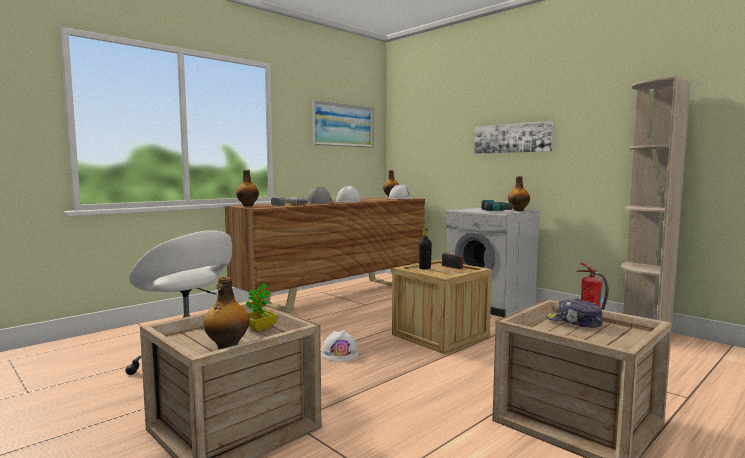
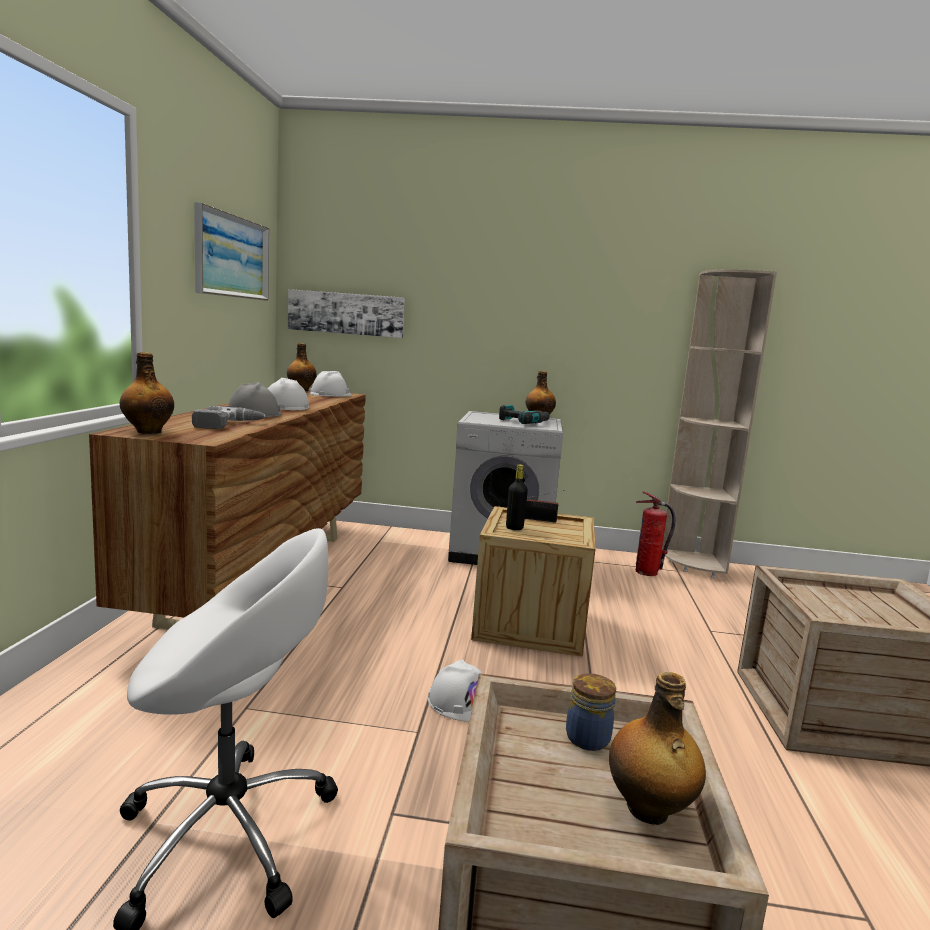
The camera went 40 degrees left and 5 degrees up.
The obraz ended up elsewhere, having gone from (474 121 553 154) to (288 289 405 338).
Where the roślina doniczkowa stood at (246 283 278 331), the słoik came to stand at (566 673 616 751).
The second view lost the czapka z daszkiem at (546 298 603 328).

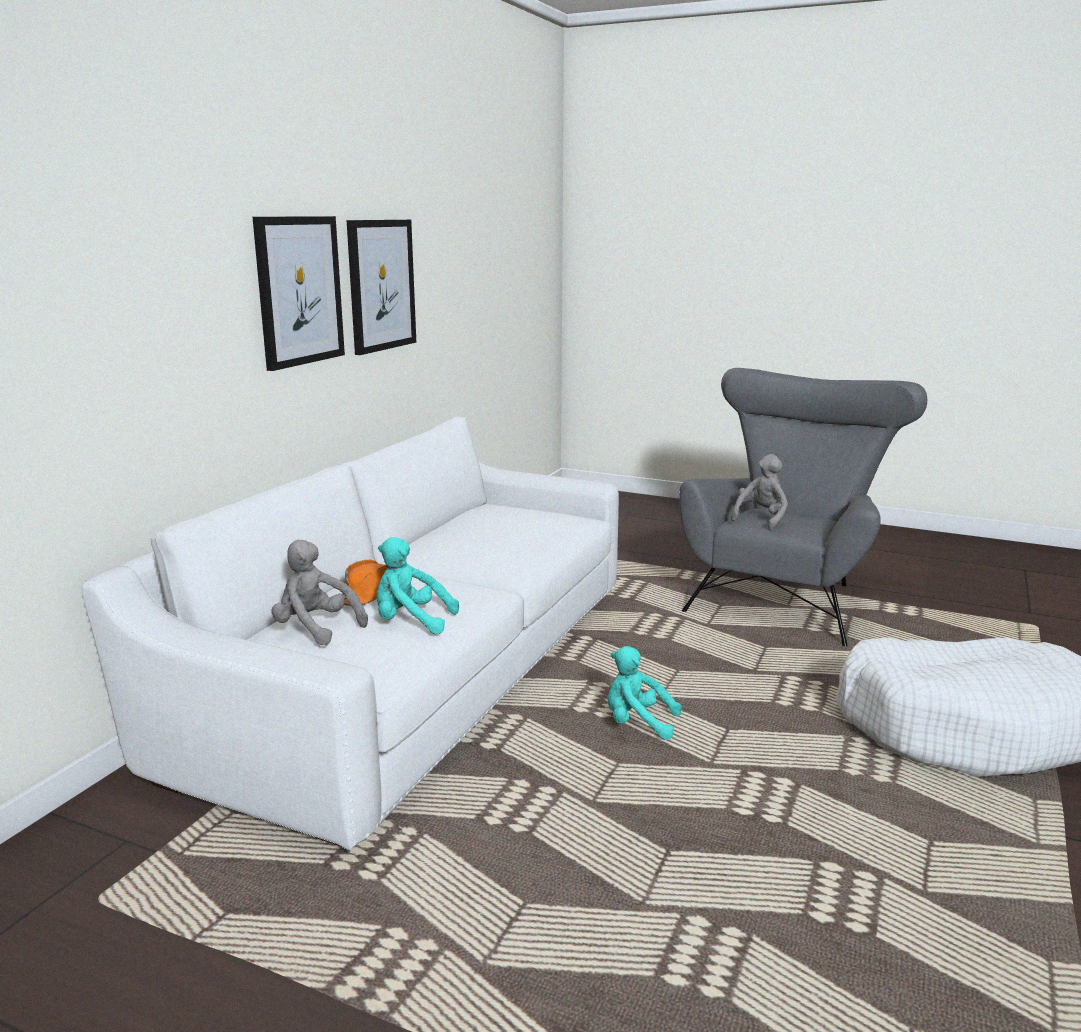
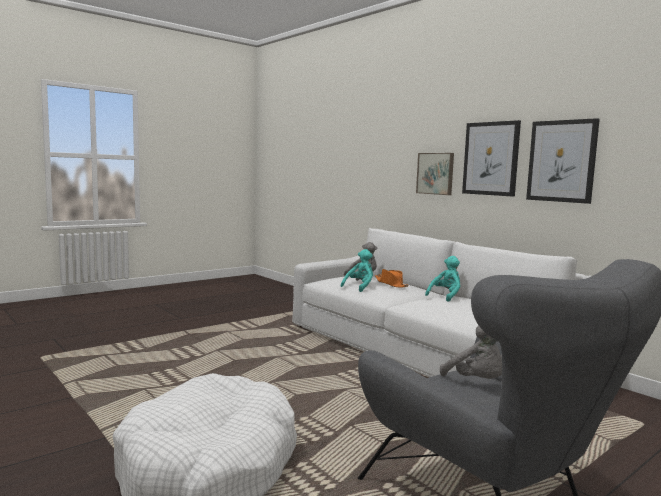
The camera went 115 degrees right and 10 degrees down.
The second view gained the obraz at (416 153 454 195).
The pluszak/turkusowy ended up elsewhere, having gone from (607 646 681 740) to (425 256 460 302).

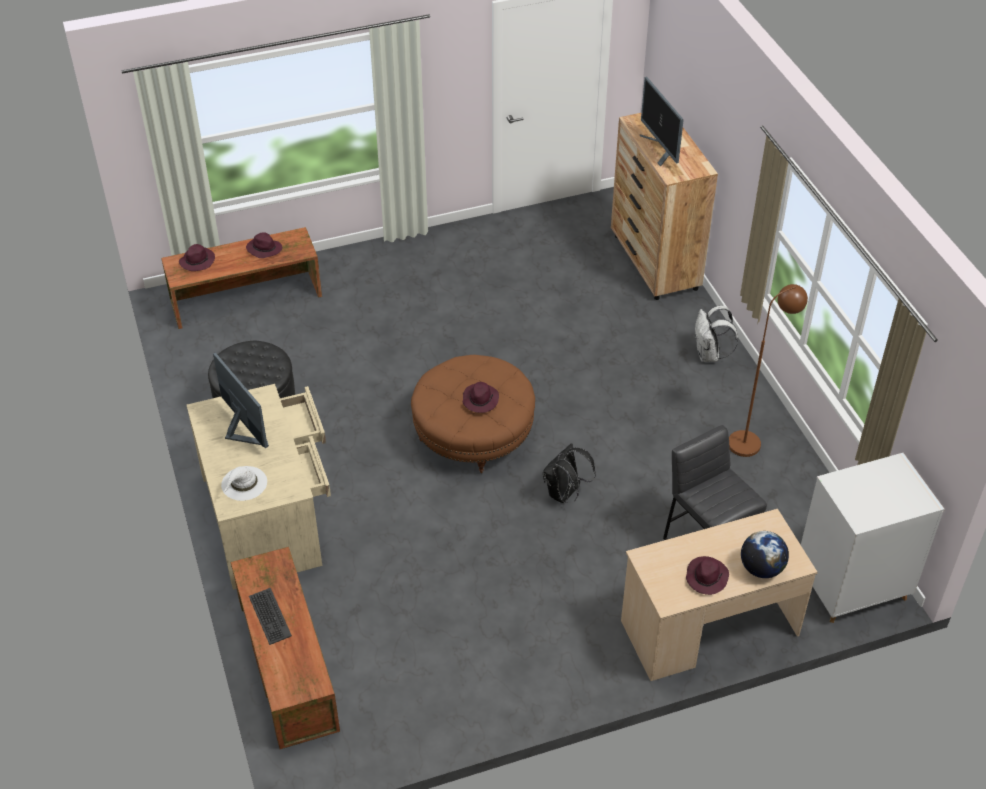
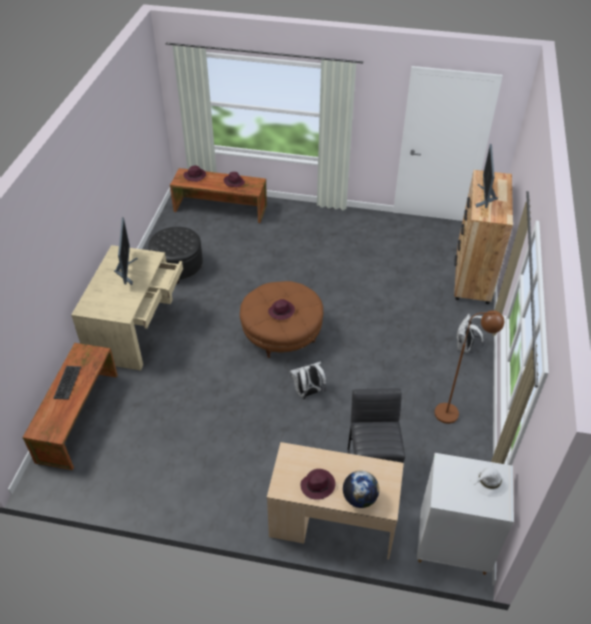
The camera went 30 degrees right and 0 degrees up.
What was the plecak/czarny at (543 443 596 503) turned into the plecak/biały at (290 361 326 399).
The kapelusz/biały ended up elsewhere, having gone from (221 466 267 501) to (470 464 509 497).

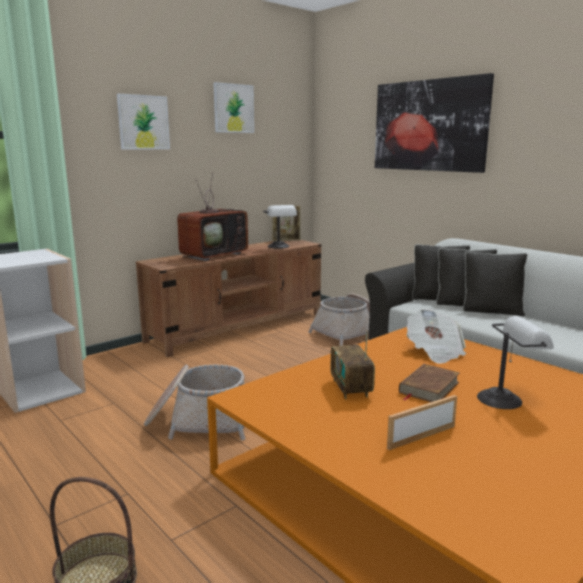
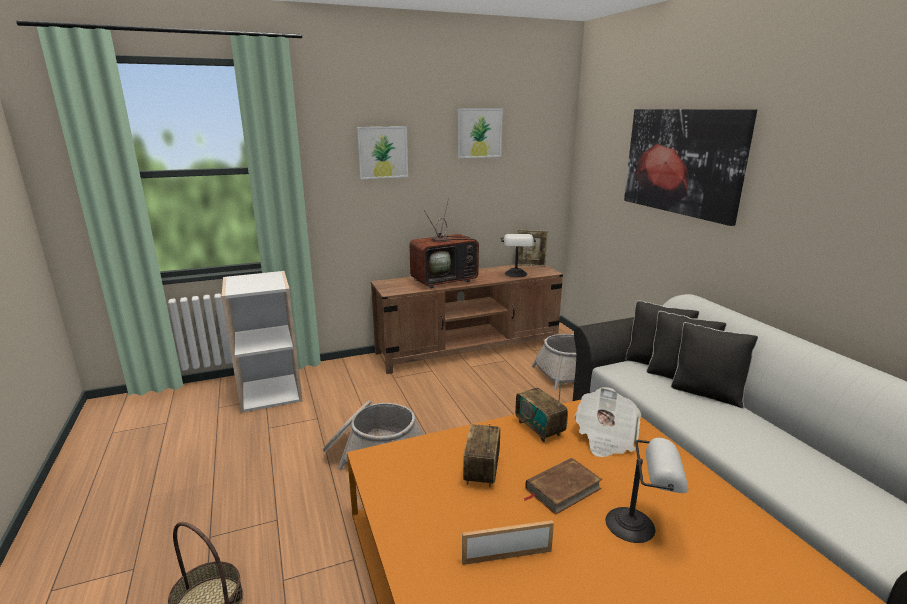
The camera went 20 degrees right and 5 degrees up.
The second view gained the radio at (515 380 568 442).

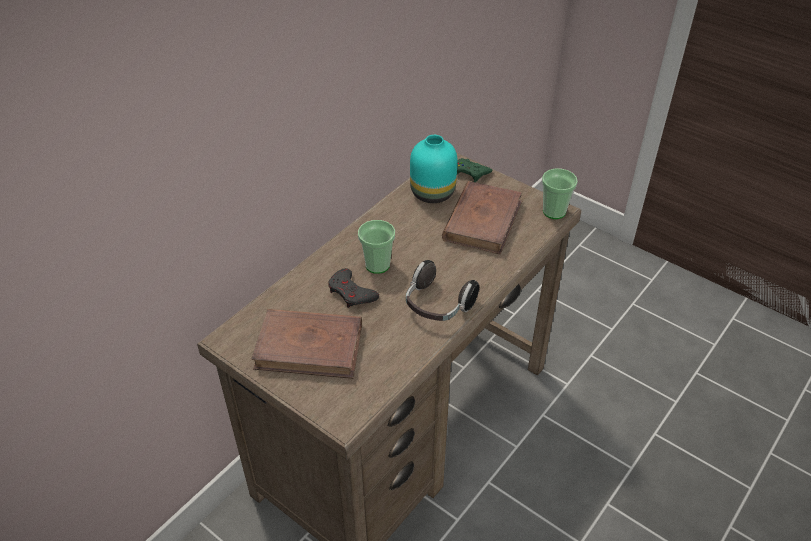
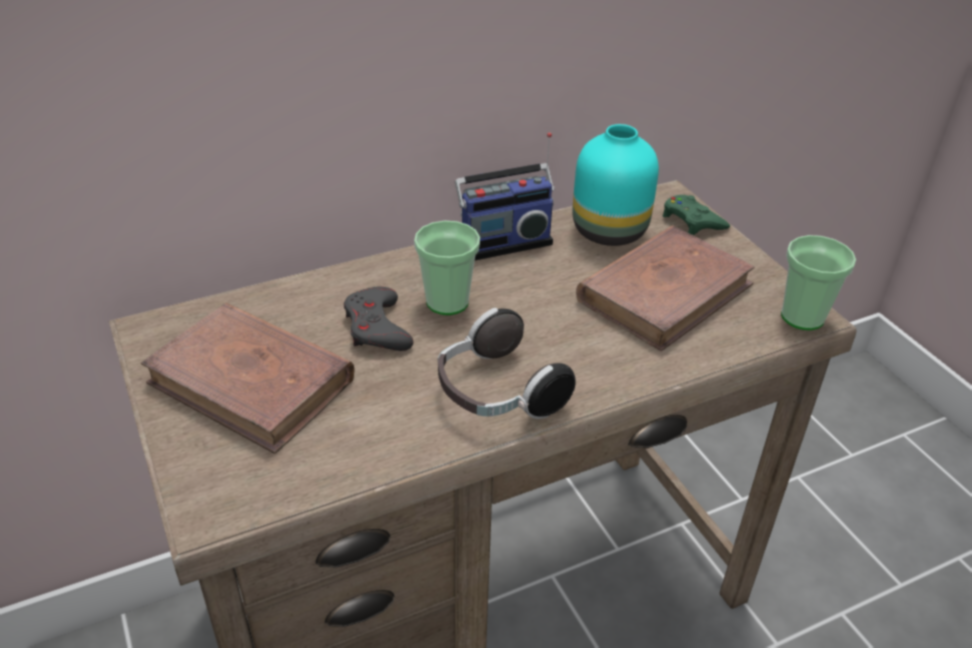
The camera went 25 degrees right and 5 degrees down.
The second view gained the radio at (455 132 555 260).

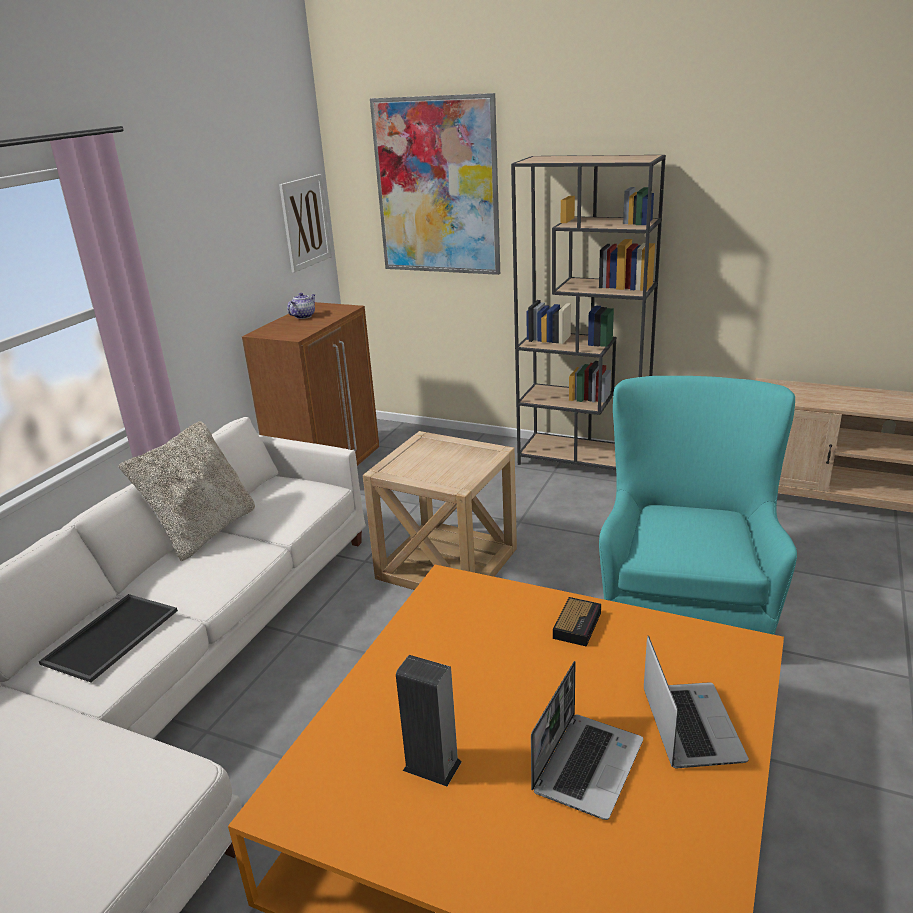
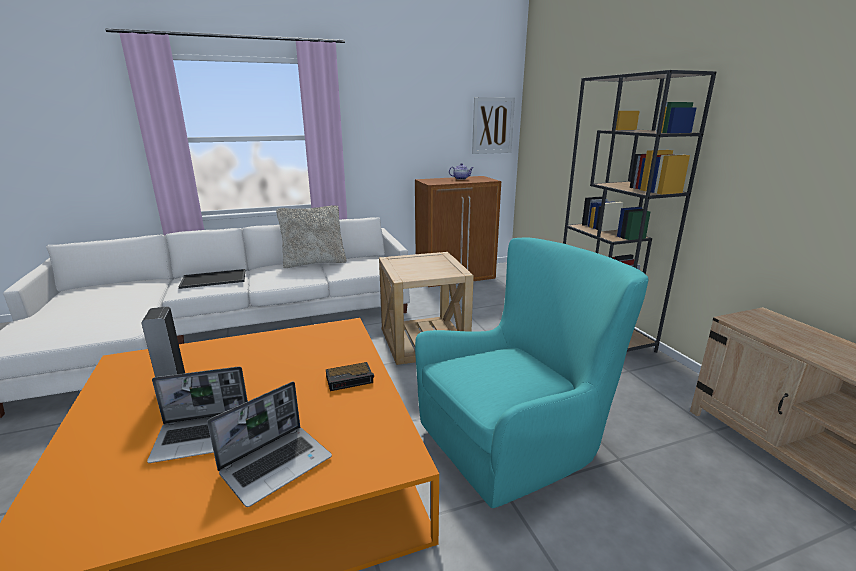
The camera went 45 degrees right and 5 degrees down.
The second view lost the obraz at (370 93 500 275).

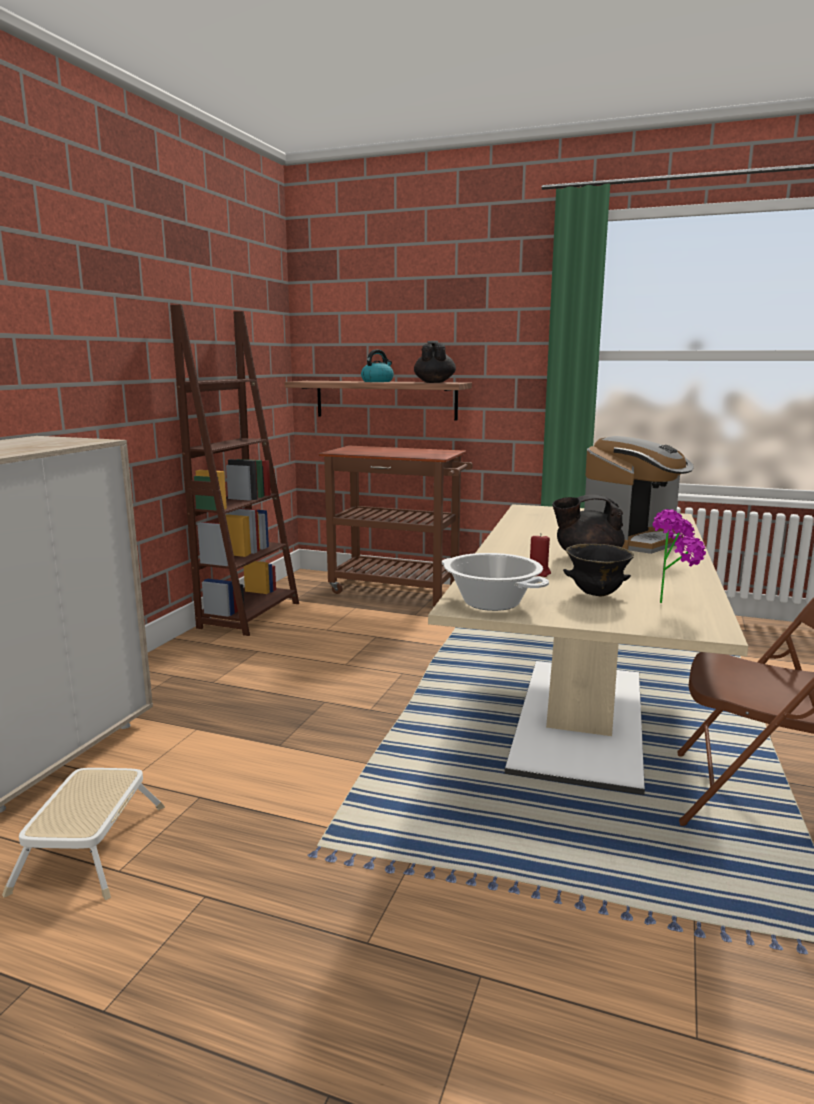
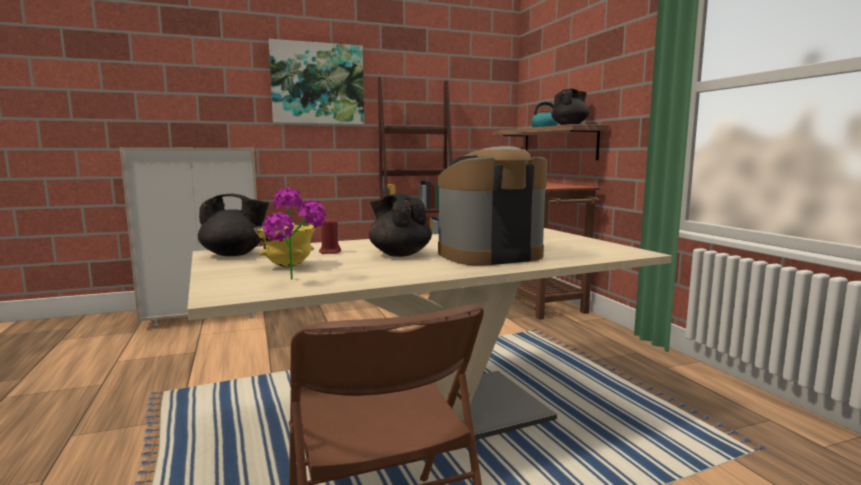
The camera went 50 degrees right and 5 degrees down.
Where the garnek stood at (442 553 549 611), the imbryk/czarny came to stand at (198 194 269 256).
What was the miska/czarny at (563 544 634 596) turned into the miska/żółty at (254 223 317 267).
The second view gained the obraz at (269 39 364 124).
The ekspres do kawy at (584 436 694 554) ended up facing another way, 150 degrees clockwise from before.
The second view lost the drabinka/beżowy at (2 768 165 900).

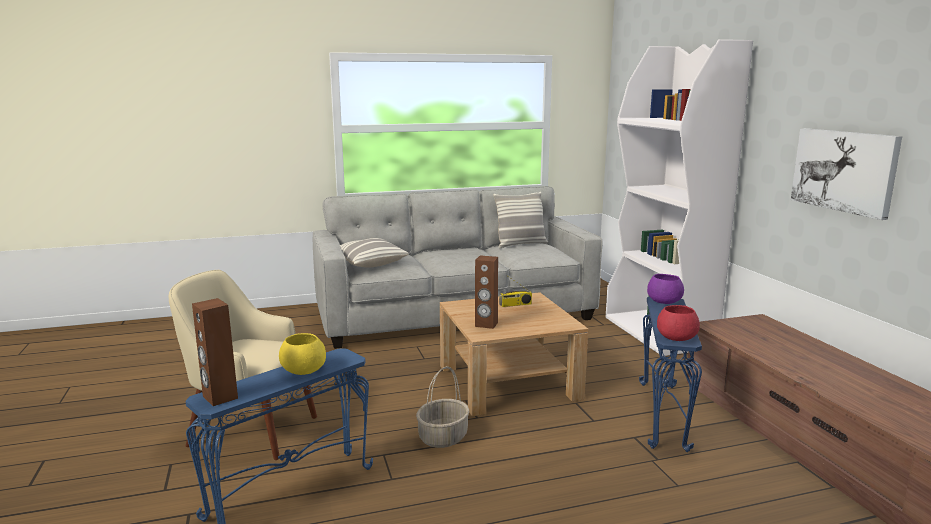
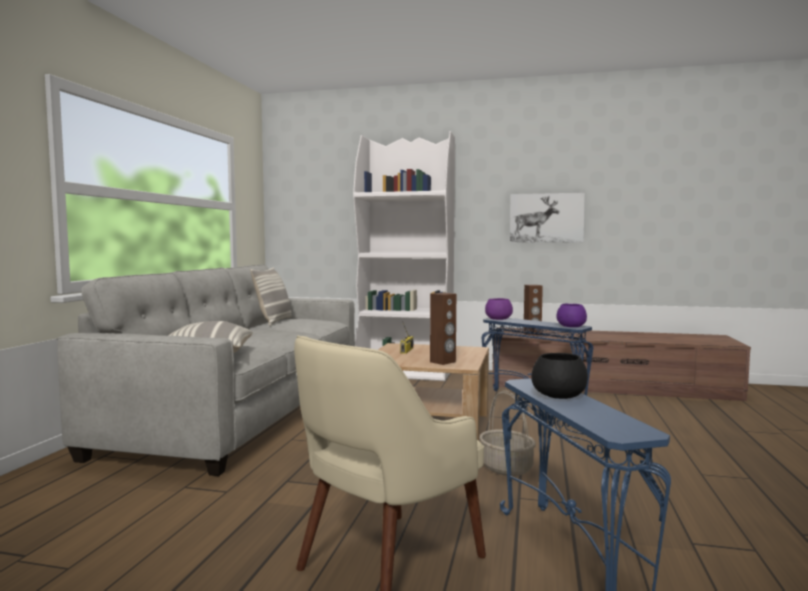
The camera went 60 degrees left and 10 degrees down.
The głośnik/brązowy ended up elsewhere, having gone from (192 298 238 406) to (523 285 543 336).
What was the miska/żółty at (279 333 326 375) turned into the miska/czarny at (531 353 588 399).
What was the miska/czerwony at (657 305 700 341) turned into the miska/fioletowy at (557 303 587 327).

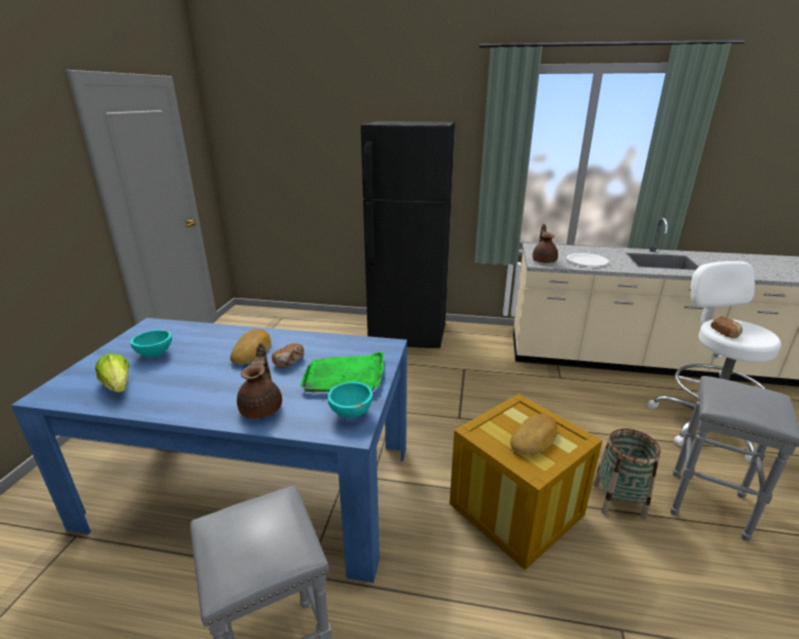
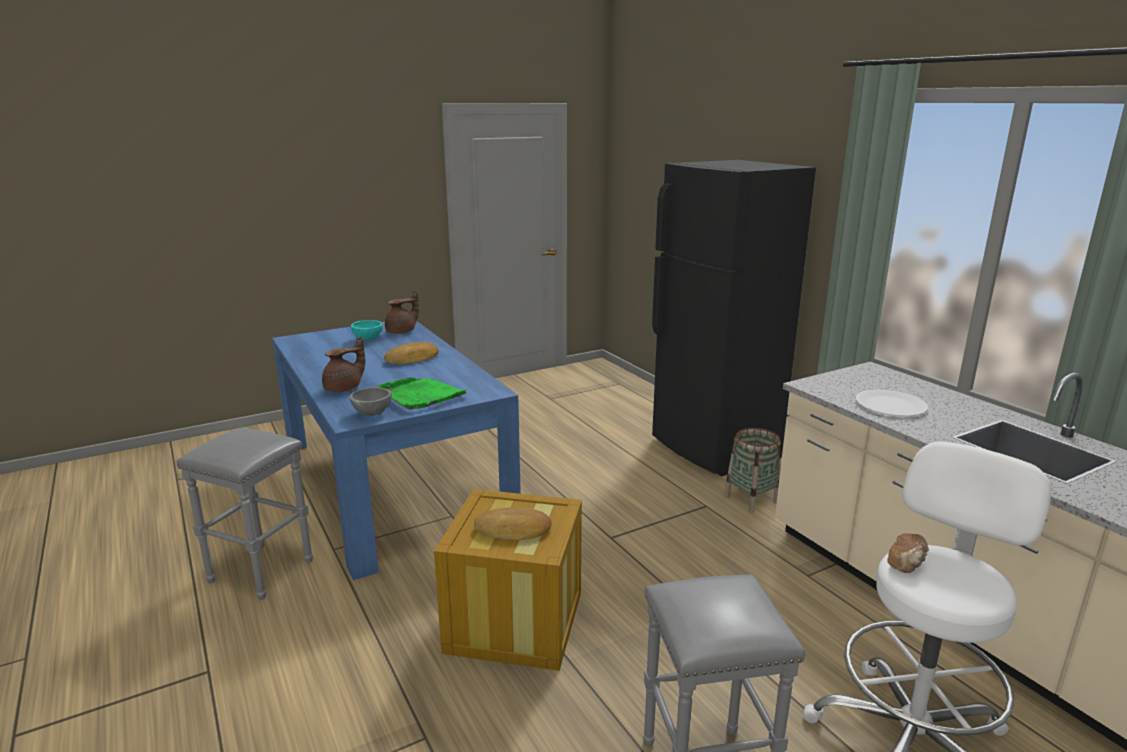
The camera went 50 degrees right and 5 degrees down.
What was the miska/turkusowy at (328 381 373 418) turned into the miska/szary at (349 387 392 416).
The imbryk/brązowy ended up elsewhere, having gone from (532 224 558 263) to (385 290 419 334).
The koszyk ended up elsewhere, having gone from (593 428 661 520) to (724 428 781 513).
The second view lost the sałata at (95 353 130 393).
The second view lost the chleb at (272 343 304 368).

